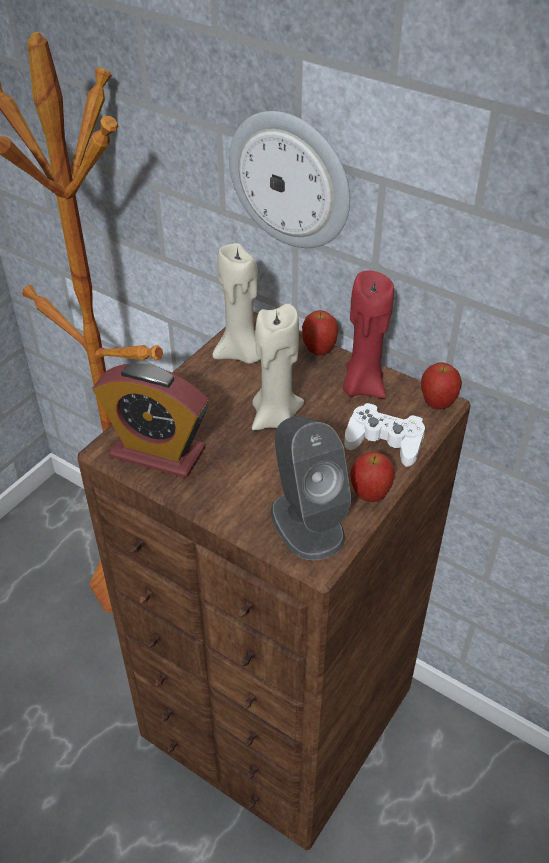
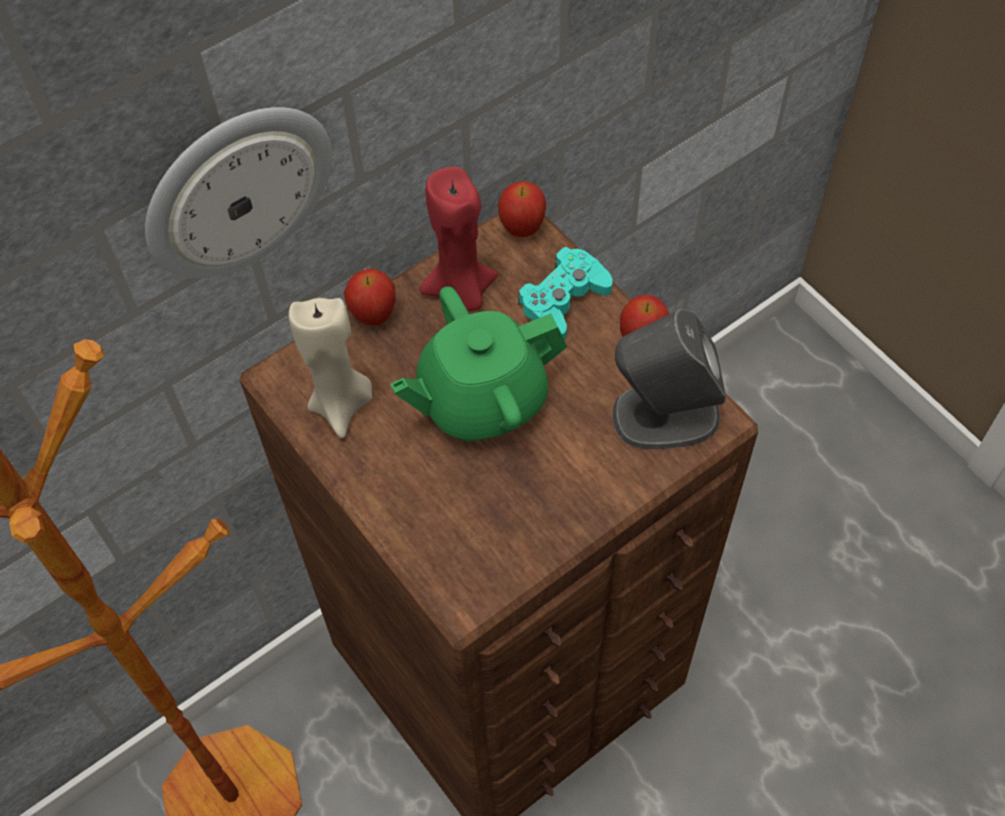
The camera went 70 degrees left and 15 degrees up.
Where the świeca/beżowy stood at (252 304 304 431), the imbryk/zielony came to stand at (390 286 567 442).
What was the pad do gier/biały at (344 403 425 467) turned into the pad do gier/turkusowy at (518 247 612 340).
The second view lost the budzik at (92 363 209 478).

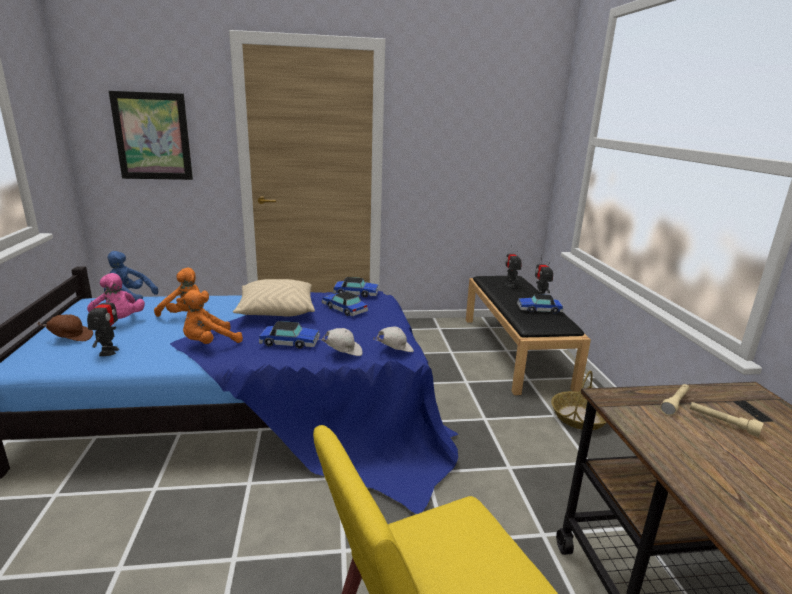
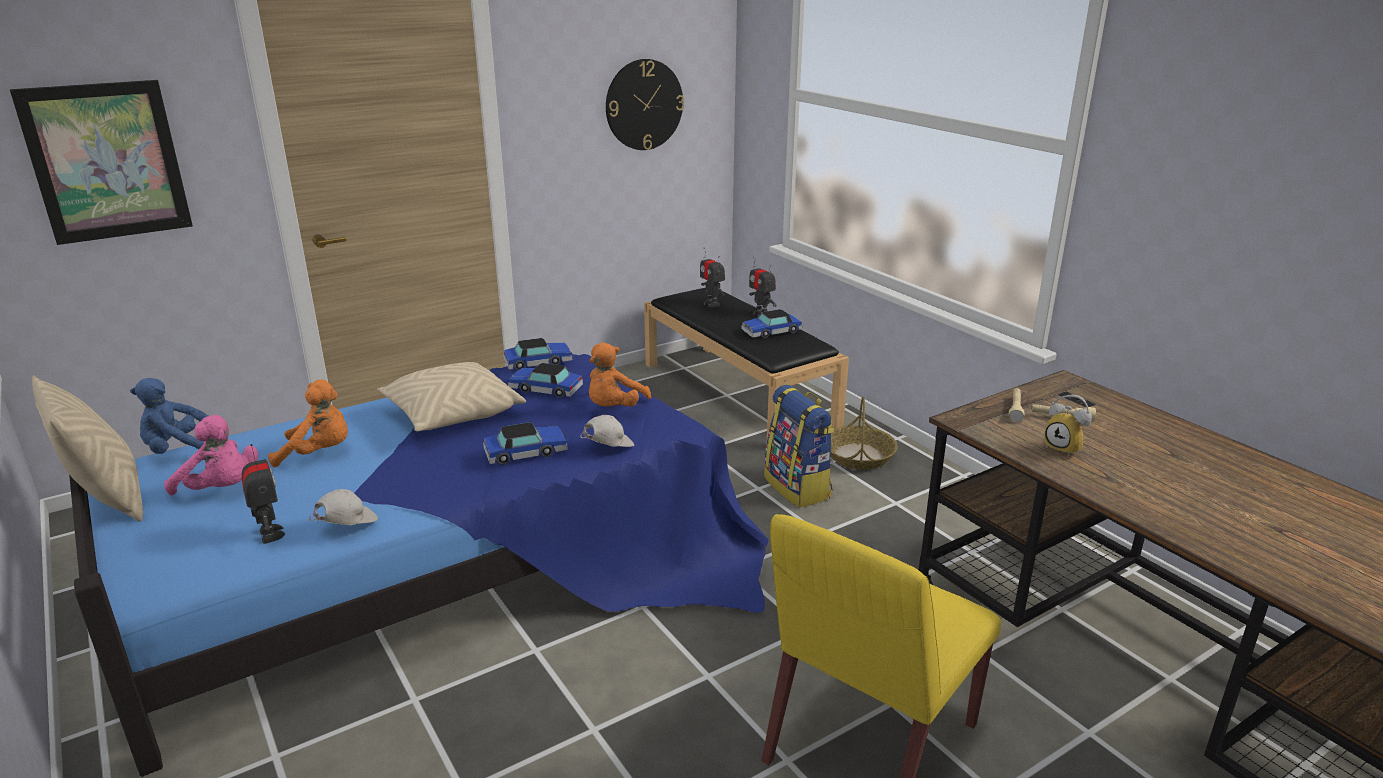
The camera went 25 degrees left and 5 degrees up.
The second view gained the poduszka/beżowy at (32 375 143 522).
The czapka z daszkiem/biały ended up elsewhere, having gone from (373 326 414 352) to (308 489 378 525).
The pluszak/pomarańczowy ended up elsewhere, having gone from (179 290 243 344) to (589 342 651 407).
The second view gained the zegar ścienny at (606 59 684 150).
The second view gained the plecak at (764 385 834 508).
The second view gained the budzik at (1044 394 1092 457).
The second view lost the czapka z daszkiem/brązowy at (38 314 93 341).

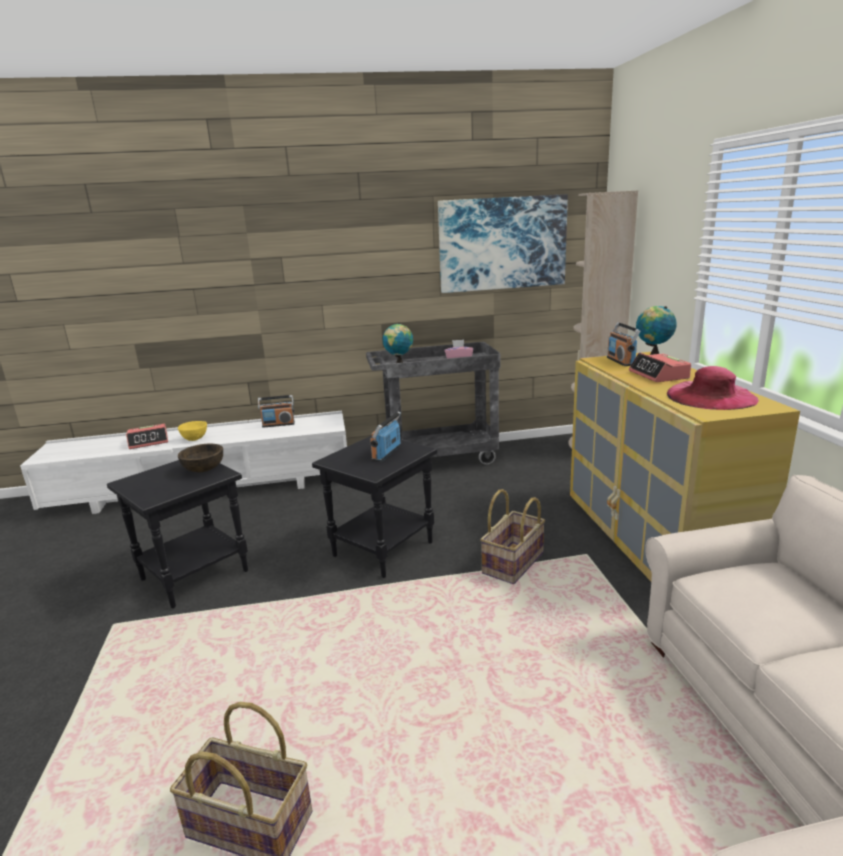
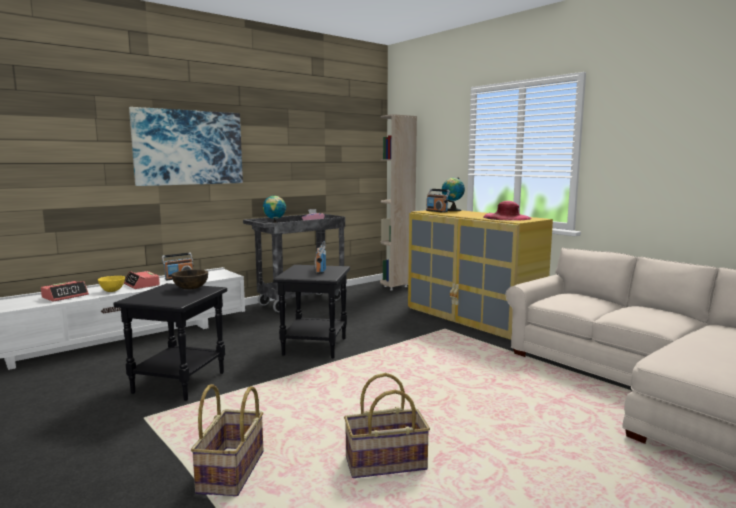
The camera went 30 degrees left and 10 degrees down.
The budzik ended up elsewhere, having gone from (629 353 691 382) to (124 271 160 289).
The obraz ended up elsewhere, having gone from (438 194 568 293) to (129 107 243 186).
The koszyk ended up elsewhere, having gone from (480 489 545 584) to (191 384 263 496).

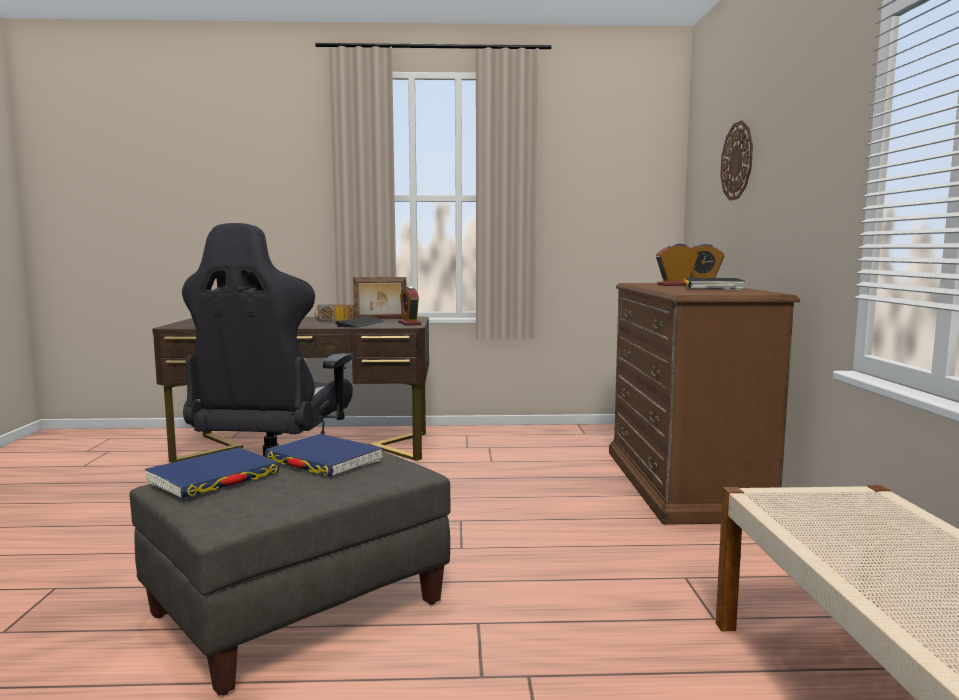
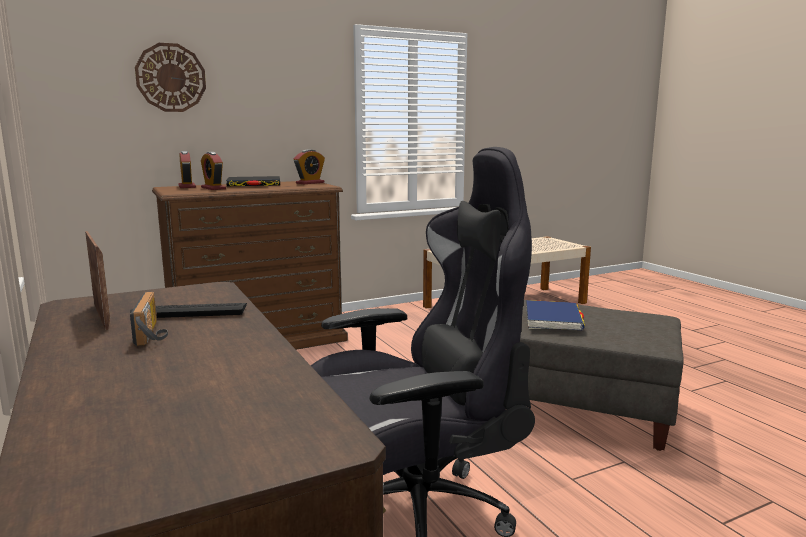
The camera went 115 degrees left and 5 degrees up.
The budzik ended up elsewhere, having gone from (398 286 421 326) to (294 149 325 184).
The second view lost the książka/niebieski at (145 447 279 499).

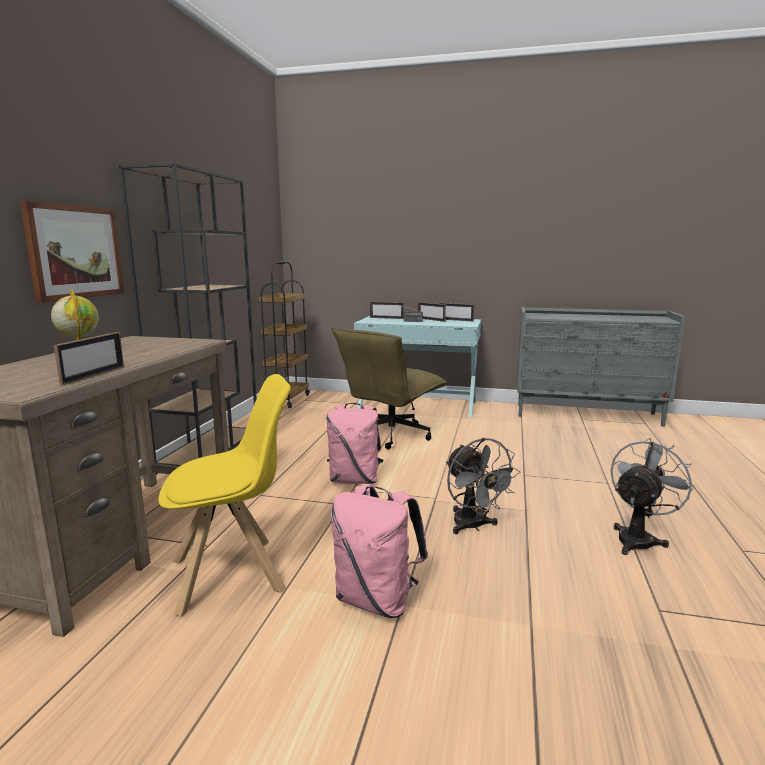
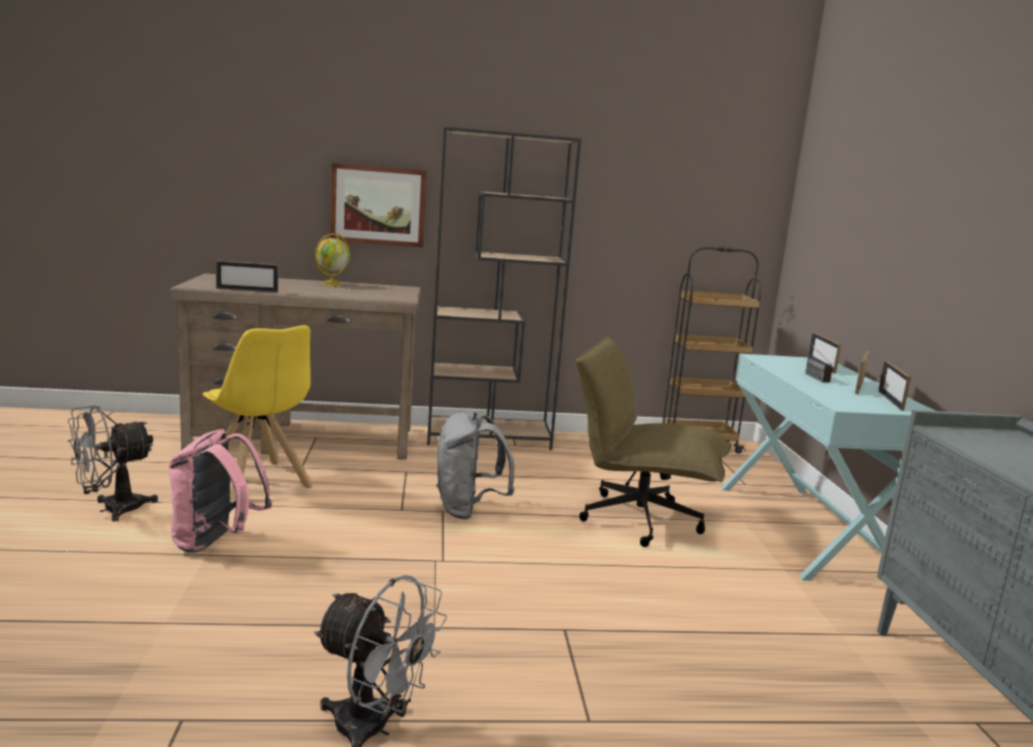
The camera went 70 degrees right and 0 degrees up.
The wentylator/szary ended up elsewhere, having gone from (446 438 520 534) to (68 405 158 521).
What was the plecak/różowy at (326 403 383 484) turned into the plecak/szary at (436 412 514 520).

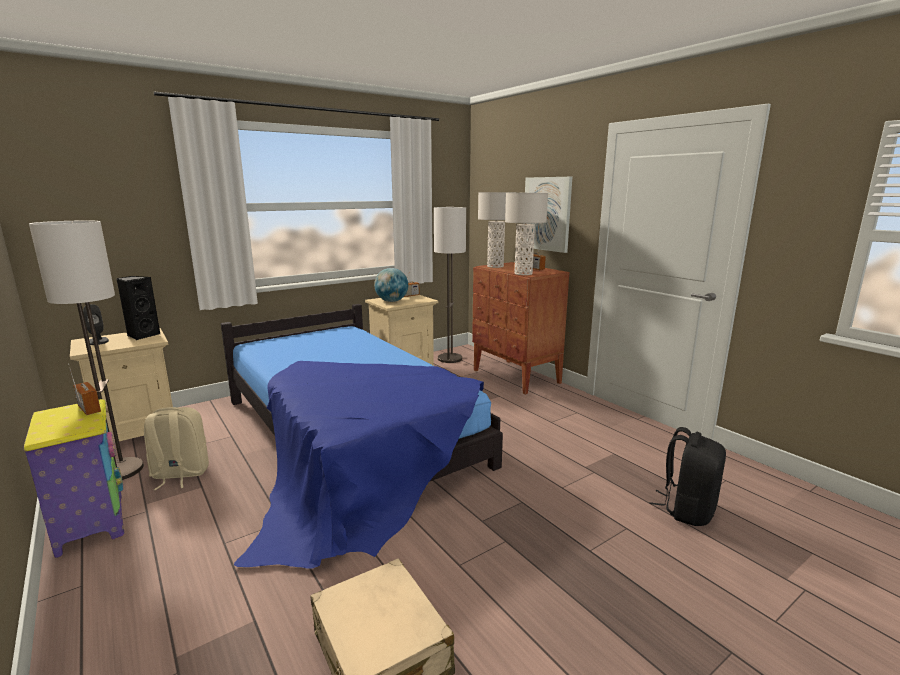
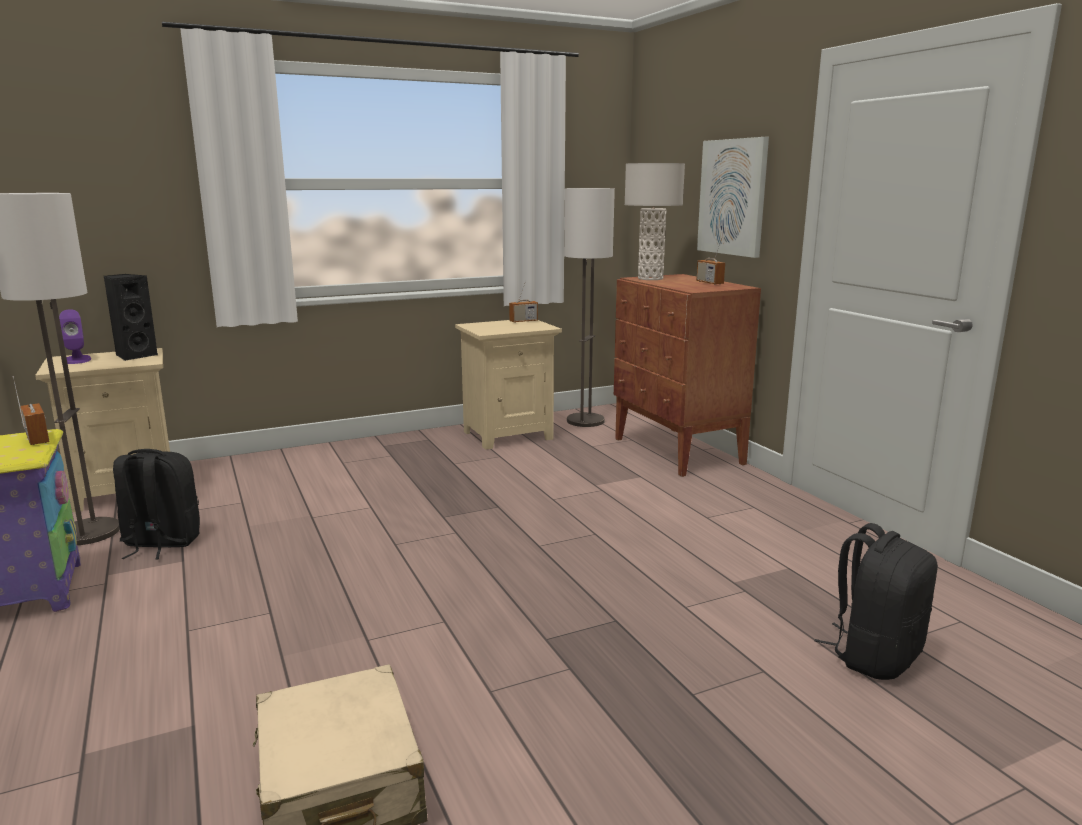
The camera went 10 degrees right and 0 degrees up.
What was the głośnik/czarny at (83 304 109 345) turned into the głośnik/fioletowy at (59 309 91 364).
What was the plecak/beżowy at (144 407 209 490) turned into the plecak/czarny at (113 449 200 560).
The second view lost the łóżko at (221 304 503 569).
The second view lost the globus at (374 268 408 302).
The second view lost the lampa stołowa/biały at (505 193 548 275).

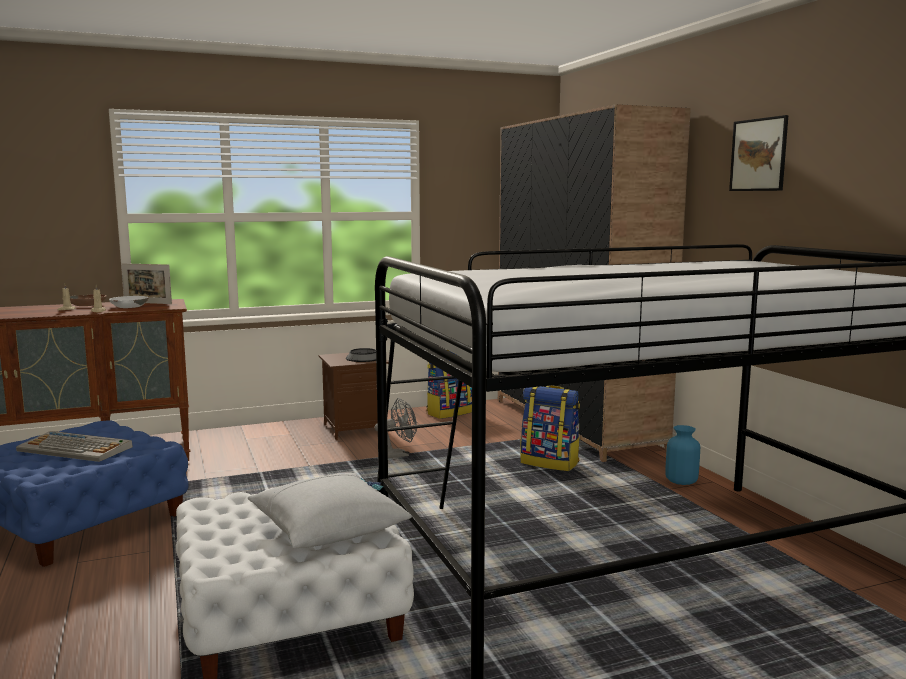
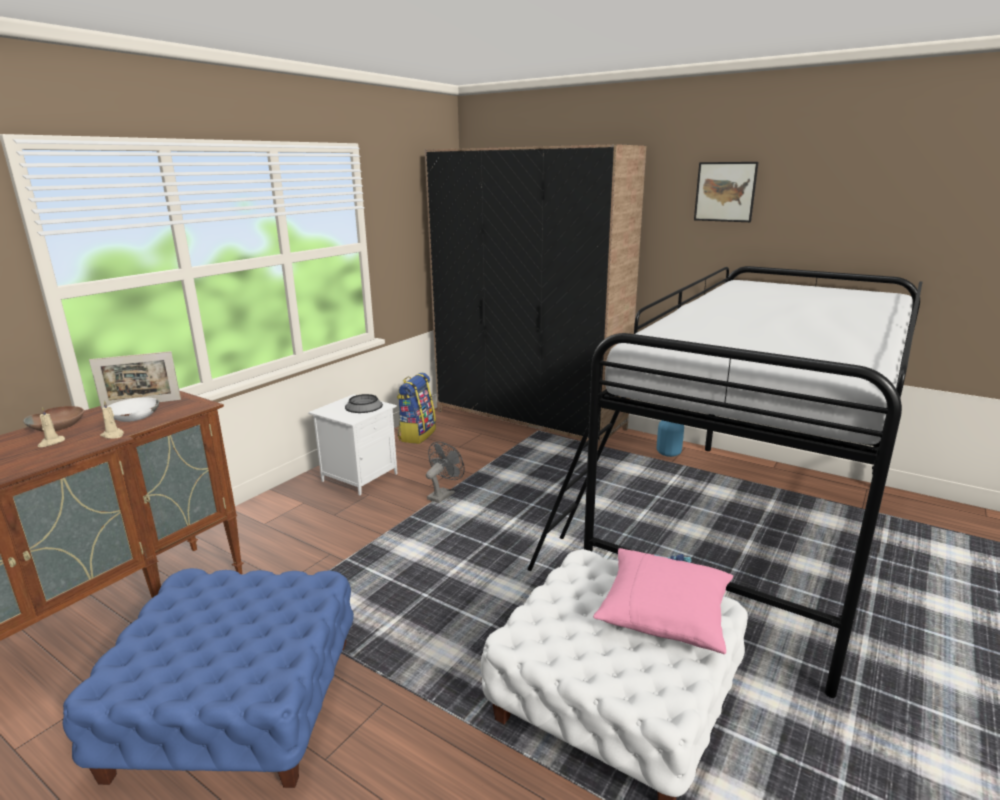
The camera went 35 degrees left and 10 degrees up.
What was the szafka nocna/brązowy at (318 353 389 440) turned into the szafka nocna/biały at (308 394 398 495).
What was the poduszka/szary at (248 473 412 548) turned into the poduszka/różowy at (593 548 733 654).
The second view lost the klawiatura at (16 431 133 462).
The second view lost the plecak at (521 385 580 471).

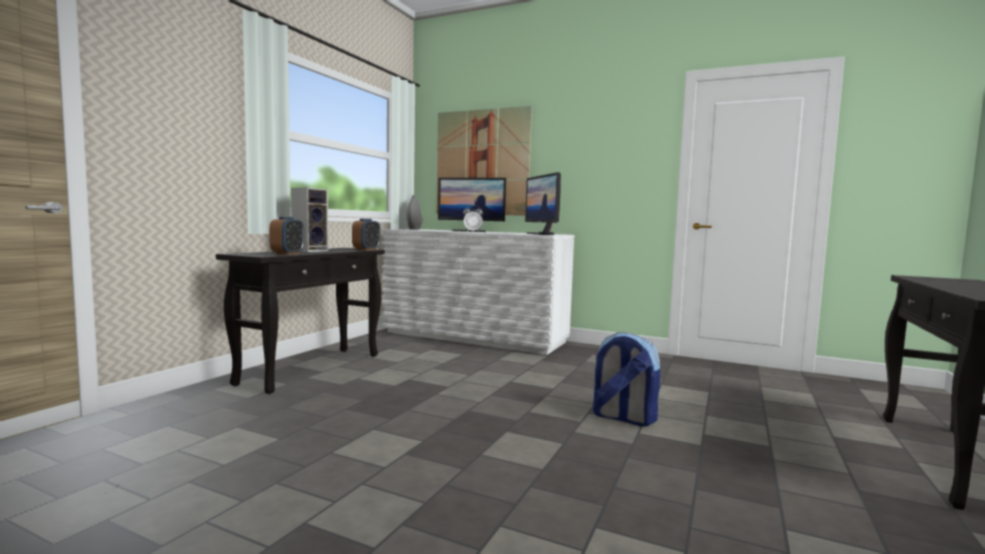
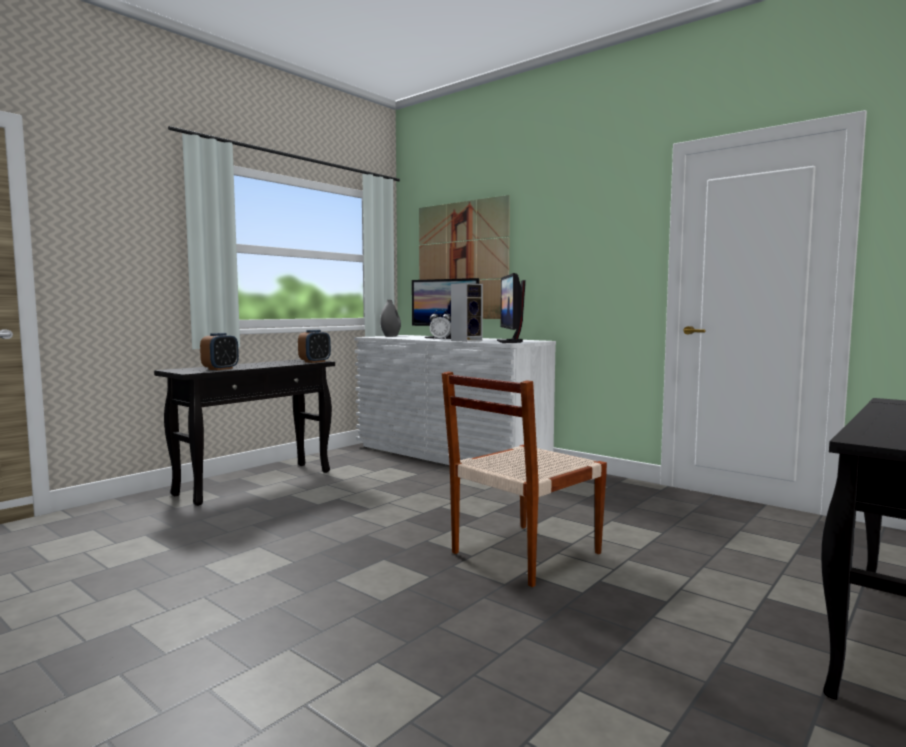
The camera went 15 degrees right and 0 degrees up.
Where the plecak stood at (593 332 660 426), the krzesło came to stand at (442 372 607 587).
The głośnik ended up elsewhere, having gone from (291 188 328 252) to (451 283 483 342).

